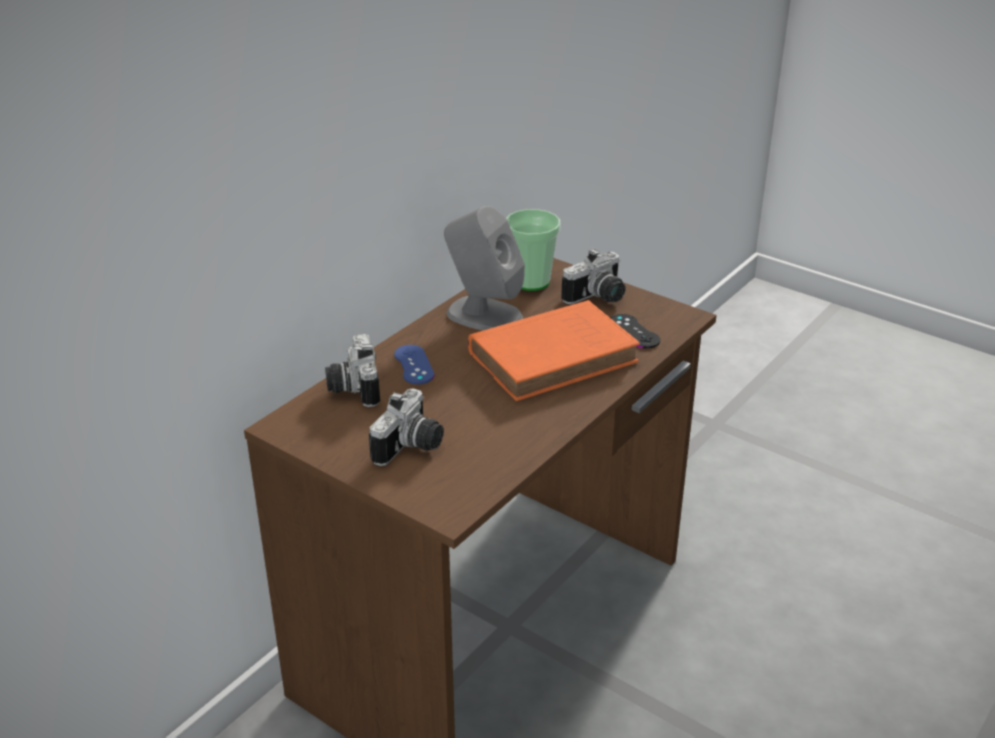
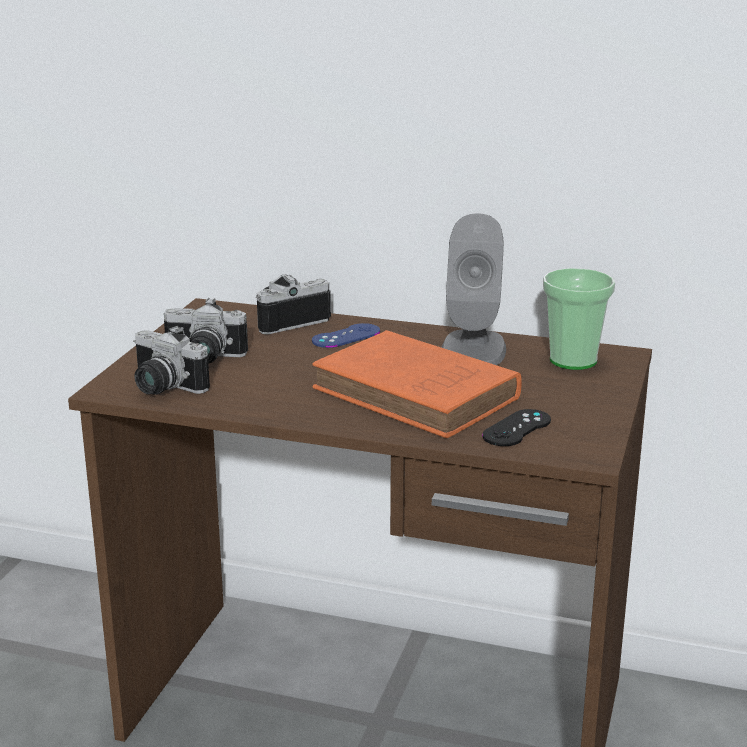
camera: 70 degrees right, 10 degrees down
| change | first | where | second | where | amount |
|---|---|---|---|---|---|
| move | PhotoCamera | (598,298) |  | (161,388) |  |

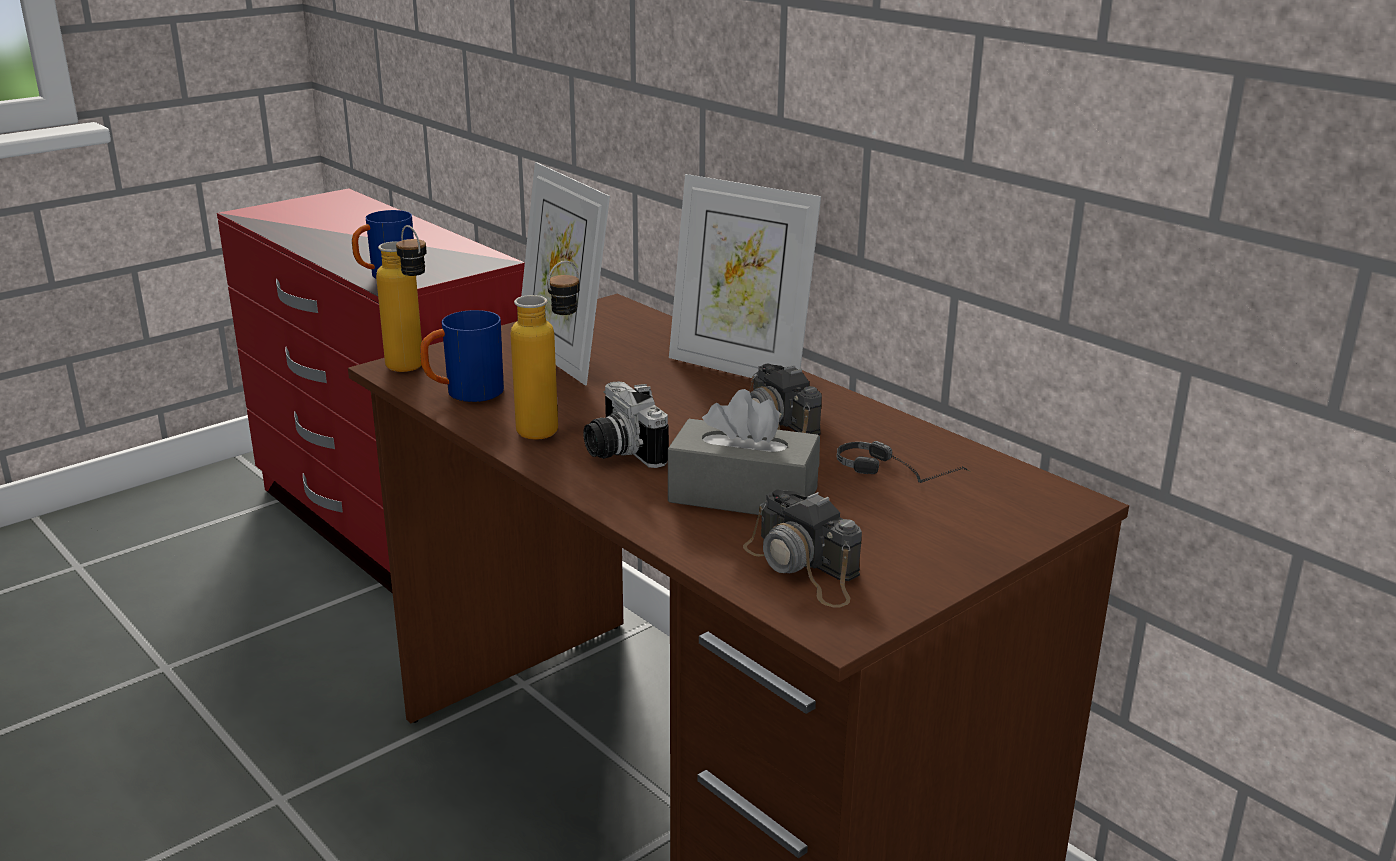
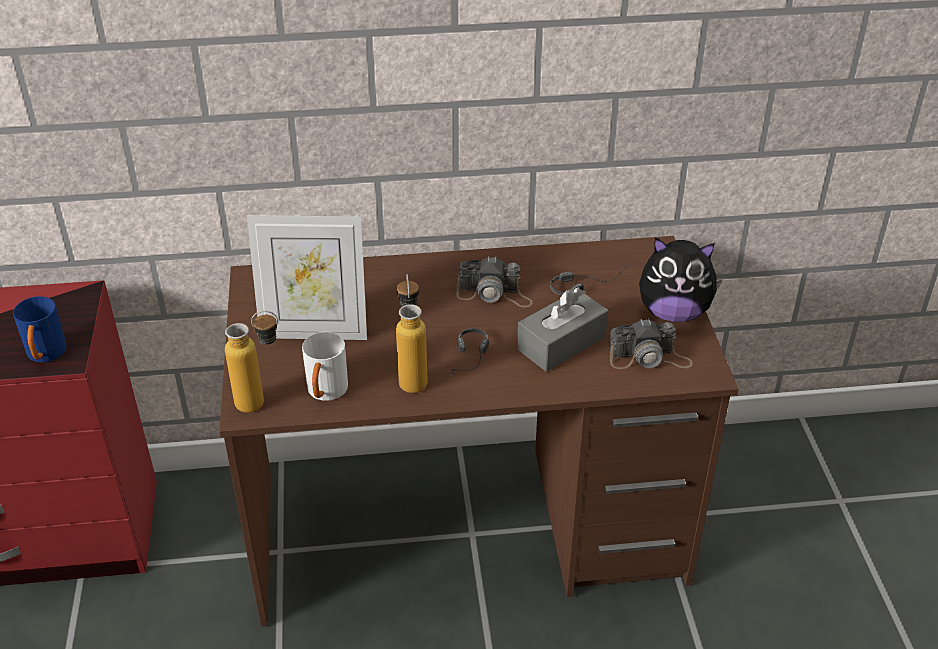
camera: 55 degrees left, 15 degrees up
| change | first | where | second | where | amount |
|---|---|---|---|---|---|
| delete | PictureFrame | (739,368) |  |  |  |
| insert |  |  | PlushToy | (673,312) |  |
| replace | PhotoCamera | (618,451) | Headphones | (470,364) |  |
| recolor | BlueMug | (464,394) | WhiteMug | (325,393) |  |

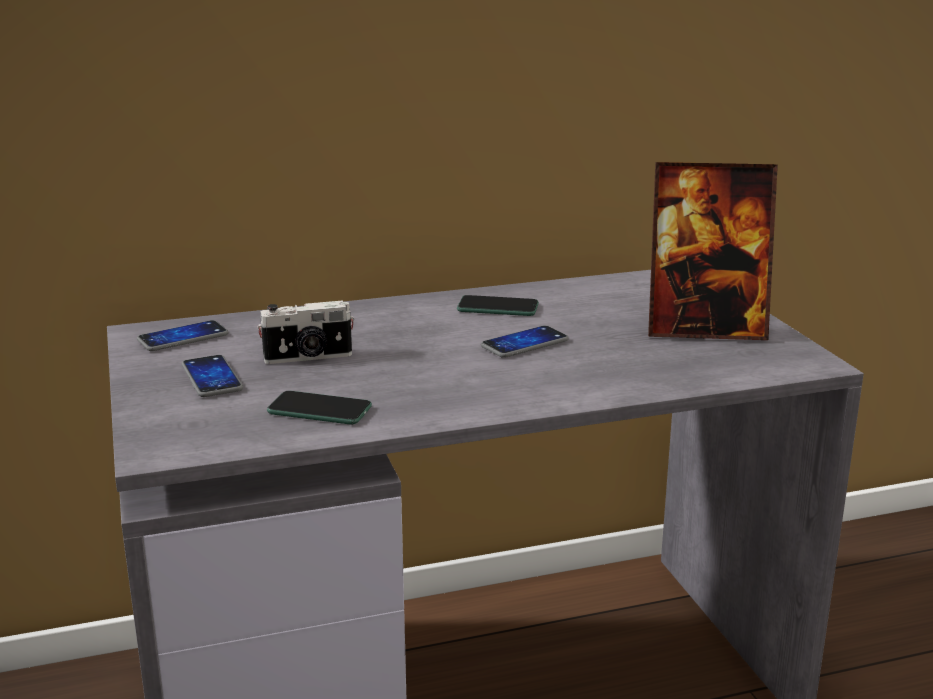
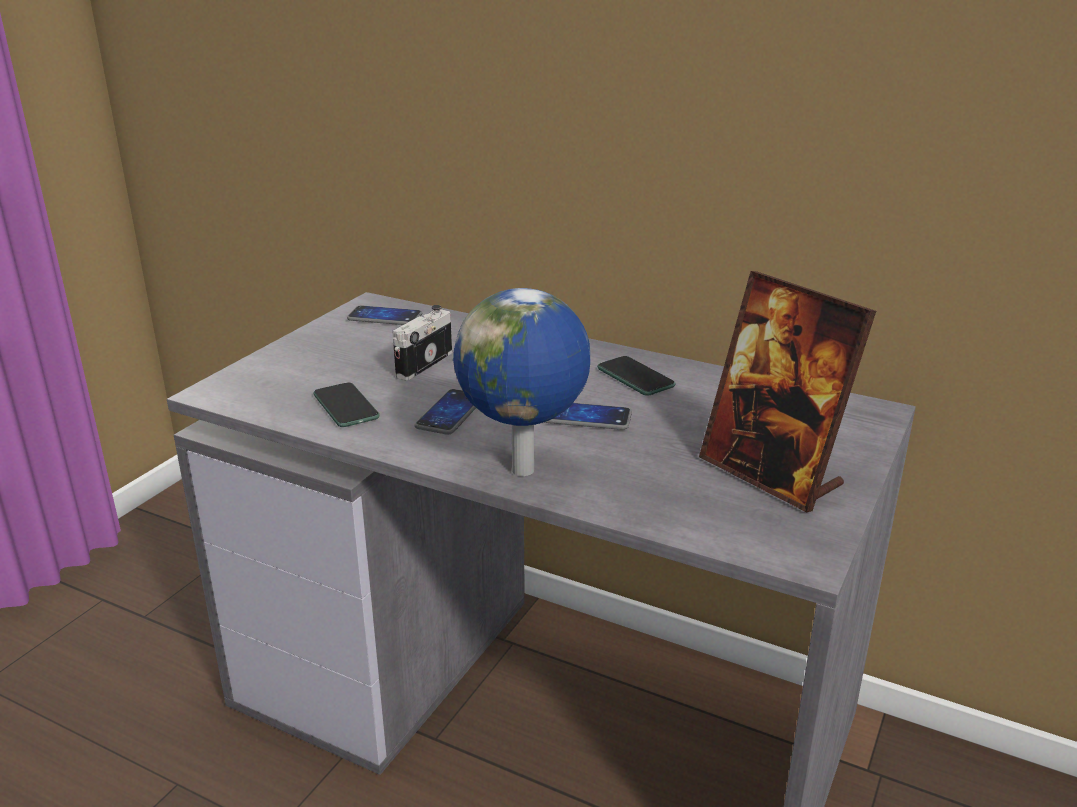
camera: 45 degrees right, 5 degrees up
| change | first | where | second | where | amount |
|---|---|---|---|---|---|
| insert |  |  | Globe | (525,471) |  |
| move | Phone | (211,378) |  | (450,413) |  |
| rotate | PhotoCamera | (308,357) |  | (422,363) | 90 degrees clockwise |

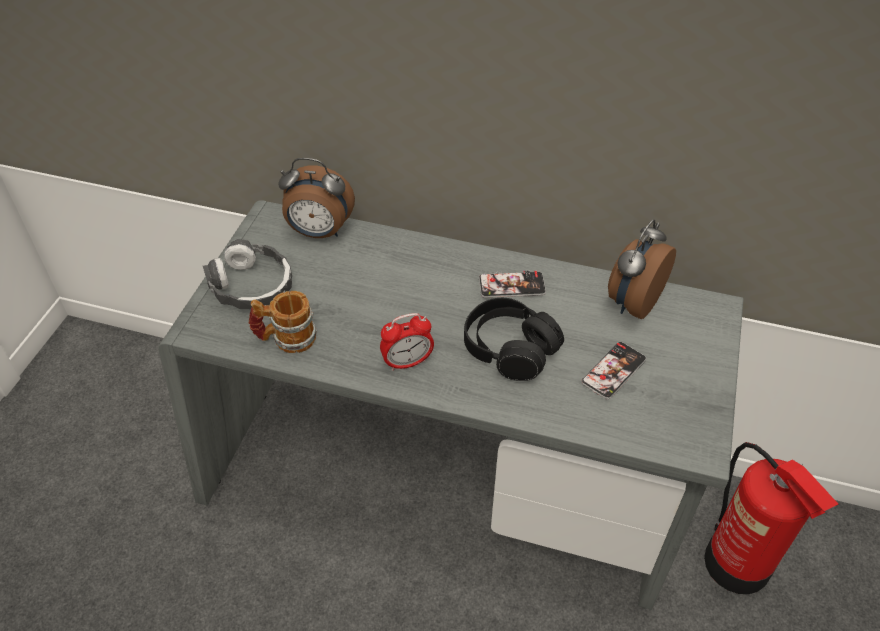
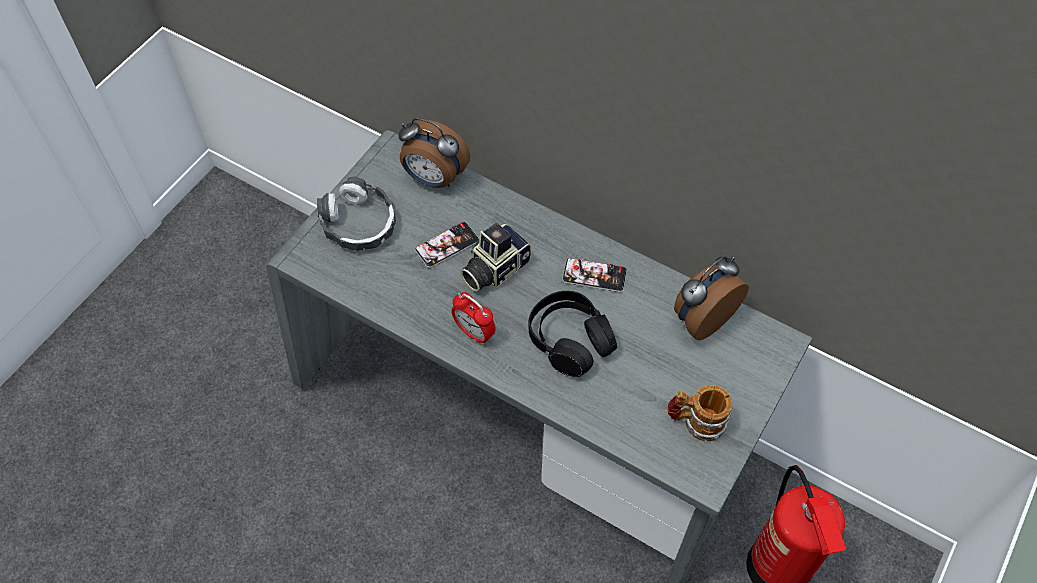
camera: 15 degrees right, 10 degrees up
| change | first | where | second | where | amount |
|---|---|---|---|---|---|
| insert |  |  | PhotoCamera | (493,268) |  |
| move | Mug | (286,339) |  | (695,422) |  |
| move | Phone | (613,371) |  | (447,245) |  |
| rotate | AlarmClock | (407,362) |  | (474,332) | 45 degrees clockwise |

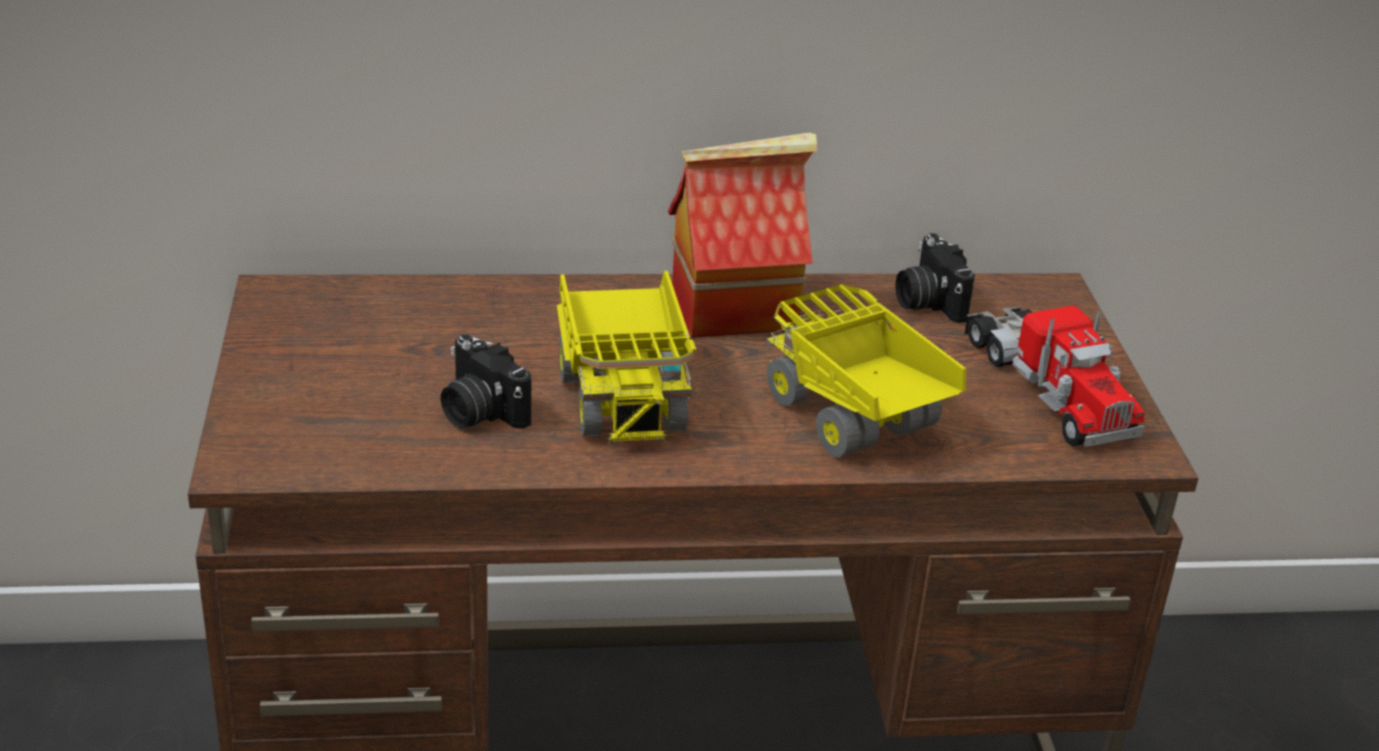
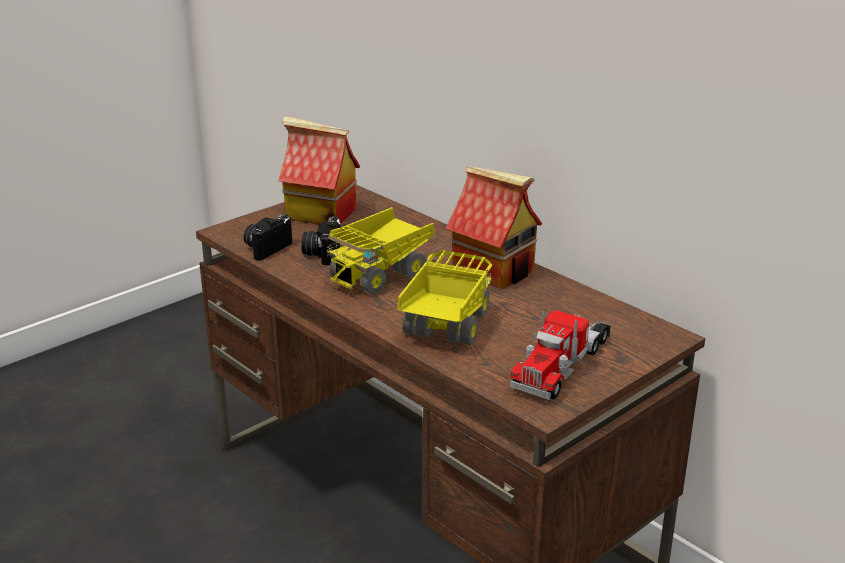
camera: 55 degrees right, 5 degrees down
| change | first | where | second | where | amount |
|---|---|---|---|---|---|
| insert |  |  | ToyHouse | (319,214) |  |
| move | PhotoCamera | (927,302) |  | (266,248) |  |

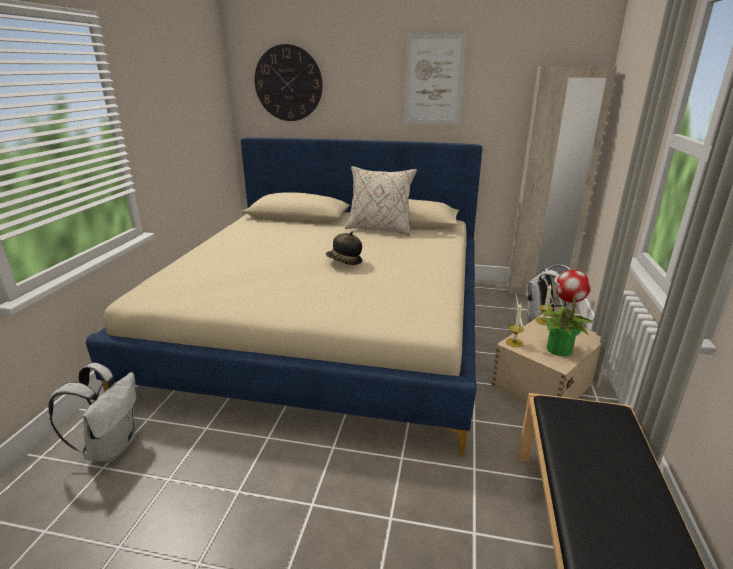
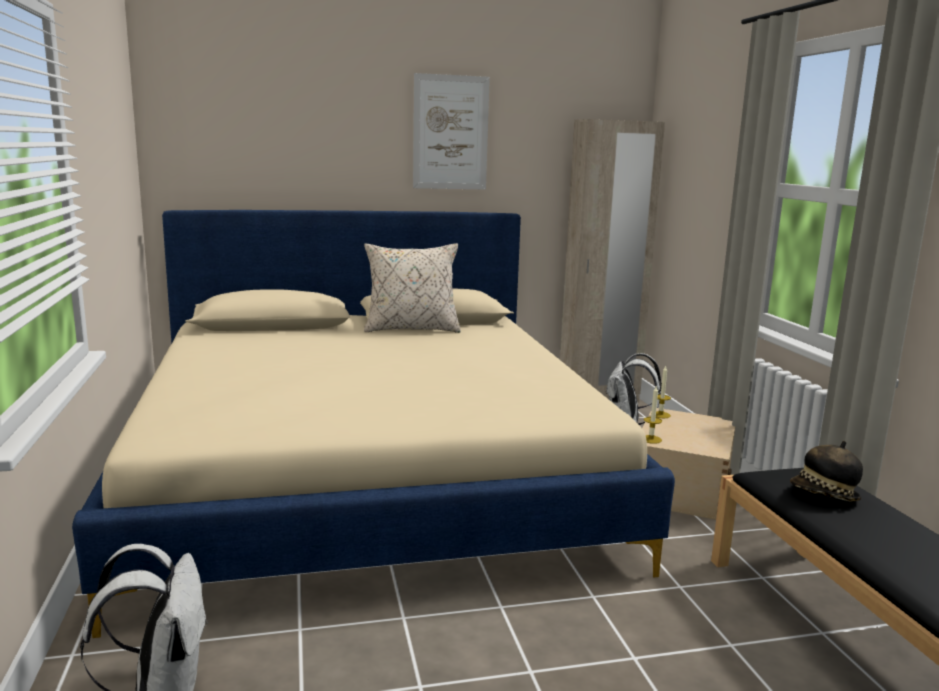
camera: 25 degrees left, 10 degrees down
| change | first | where | second | where | amount |
|---|---|---|---|---|---|
| delete | WallClock | (288,83) |  |  |  |
| delete | PottedPlant | (558,349) |  |  |  |
| move | Hat | (344,261) |  | (824,496) |  |

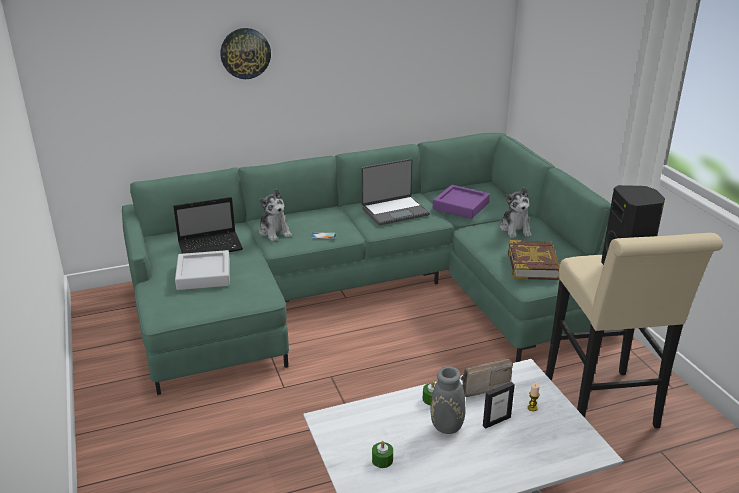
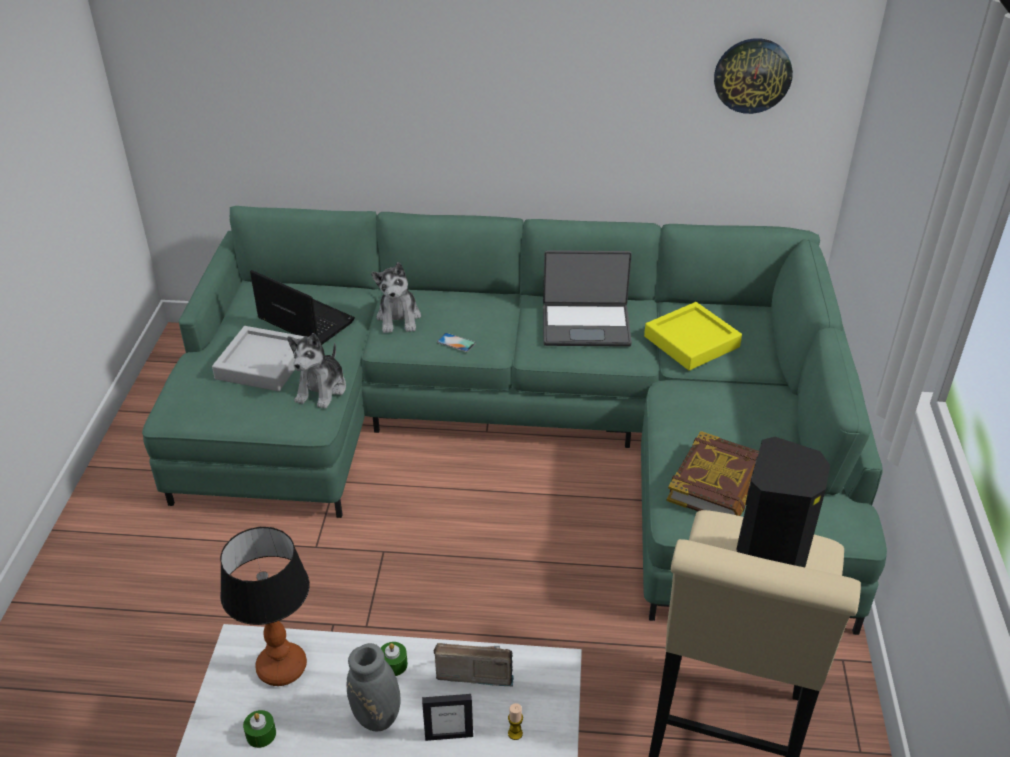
camera: 25 degrees right, 10 degrees up
| change | first | where | second | where | amount |
|---|---|---|---|---|---|
| insert |  |  | TableLamp | (282,668) |  |
| move | WallClock | (245,53) |  | (752,75) |  |
| move | PlushToy | (515,229) |  | (322,389) |  |
| recolor | PurpleTray | (461,206) | YellowTray | (691,342) |  |
| rotate | Laptop | (211,246) |  | (304,320) | 150 degrees counterclockwise |

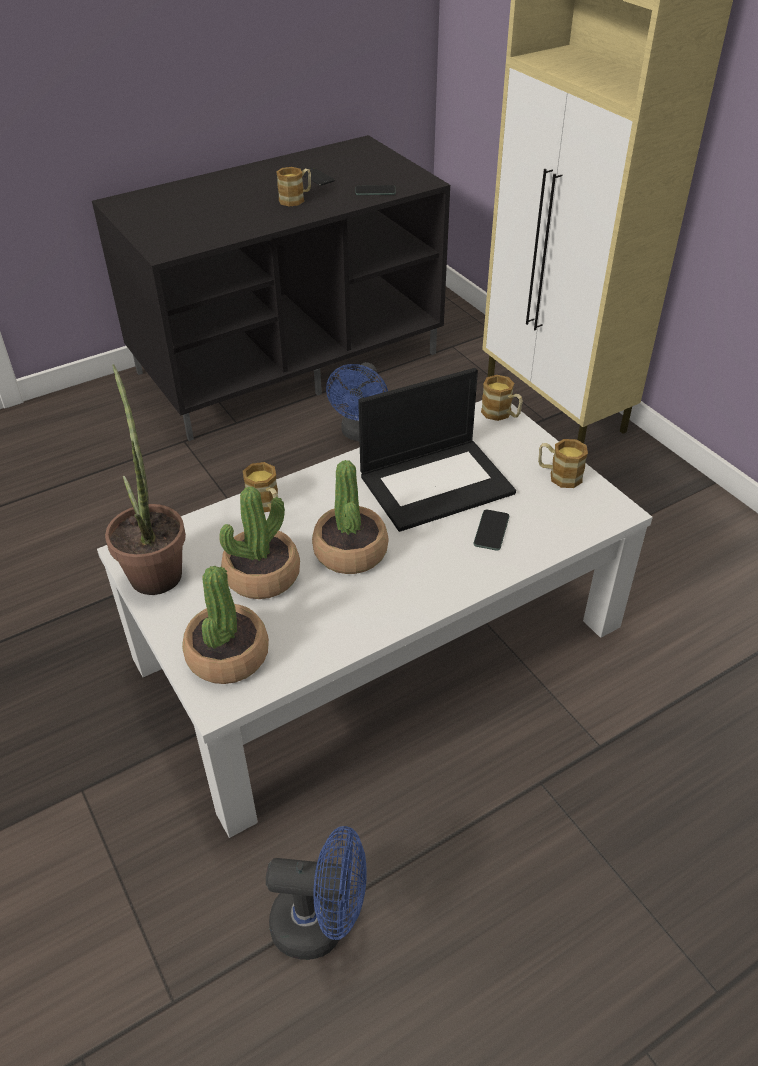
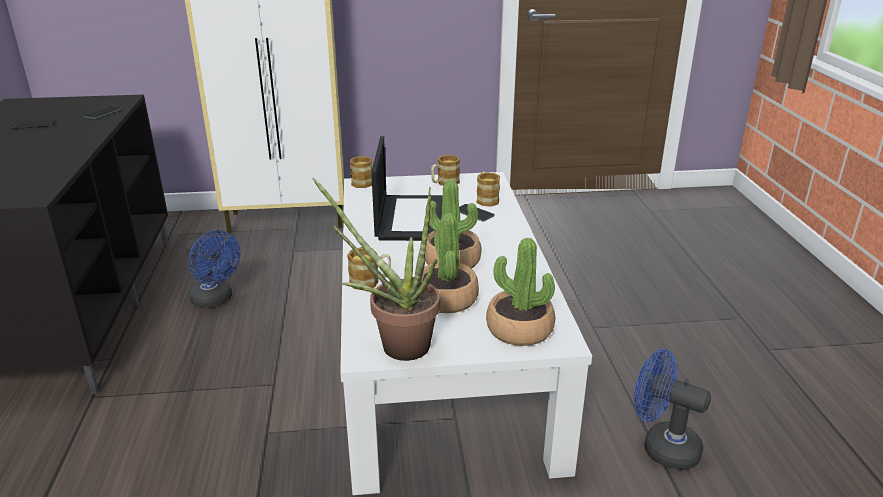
camera: 65 degrees left, 15 degrees down
| change | first | where | second | where | amount |
|---|---|---|---|---|---|
| move | Mug | (296,199) |  | (486,199) |  |
| rotate | BlueFan | (321,923) |  | (662,446) | 90 degrees counterclockwise |

